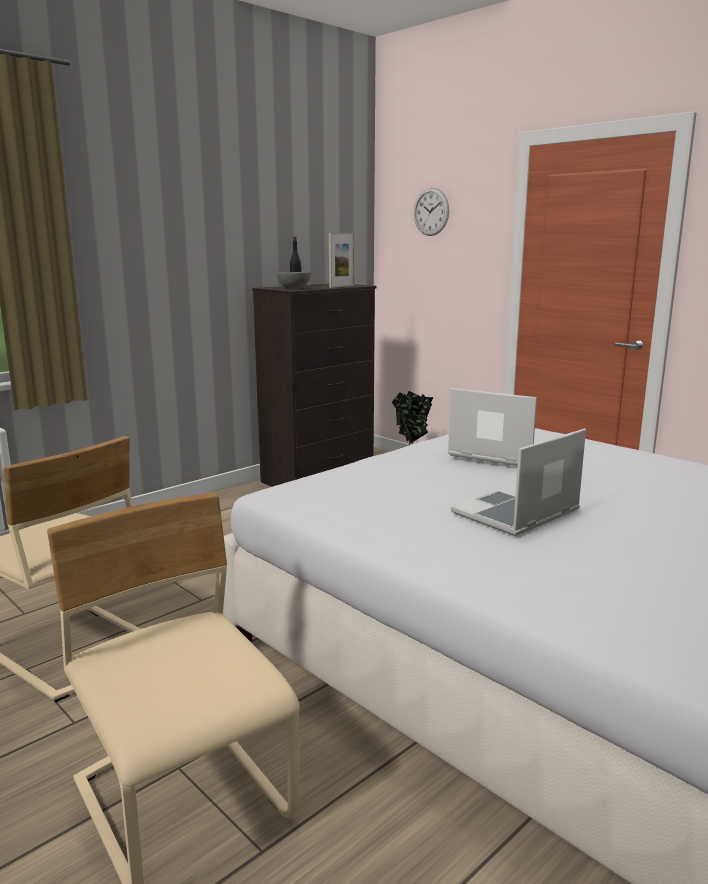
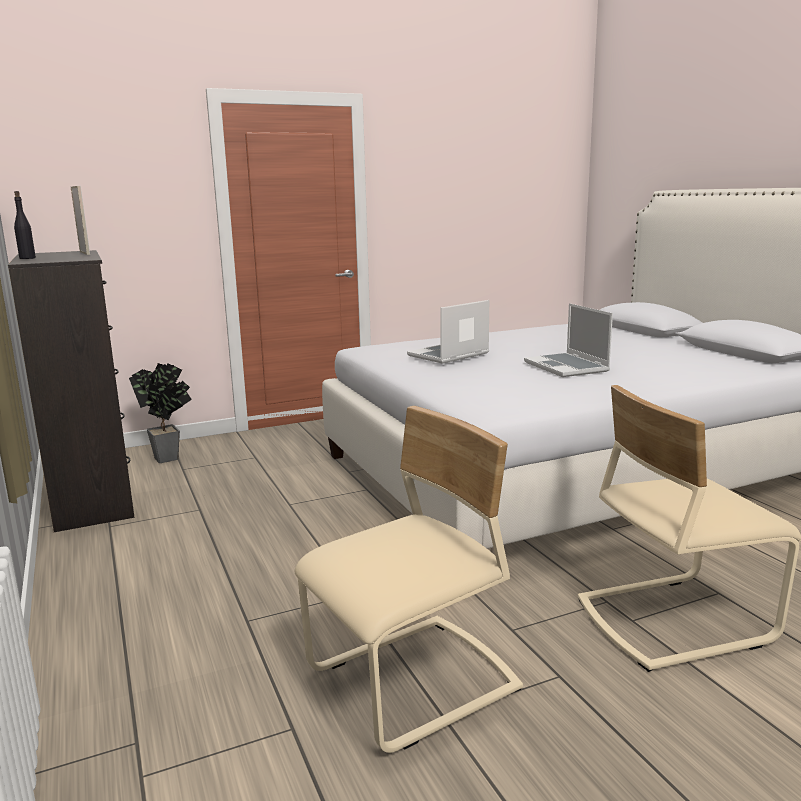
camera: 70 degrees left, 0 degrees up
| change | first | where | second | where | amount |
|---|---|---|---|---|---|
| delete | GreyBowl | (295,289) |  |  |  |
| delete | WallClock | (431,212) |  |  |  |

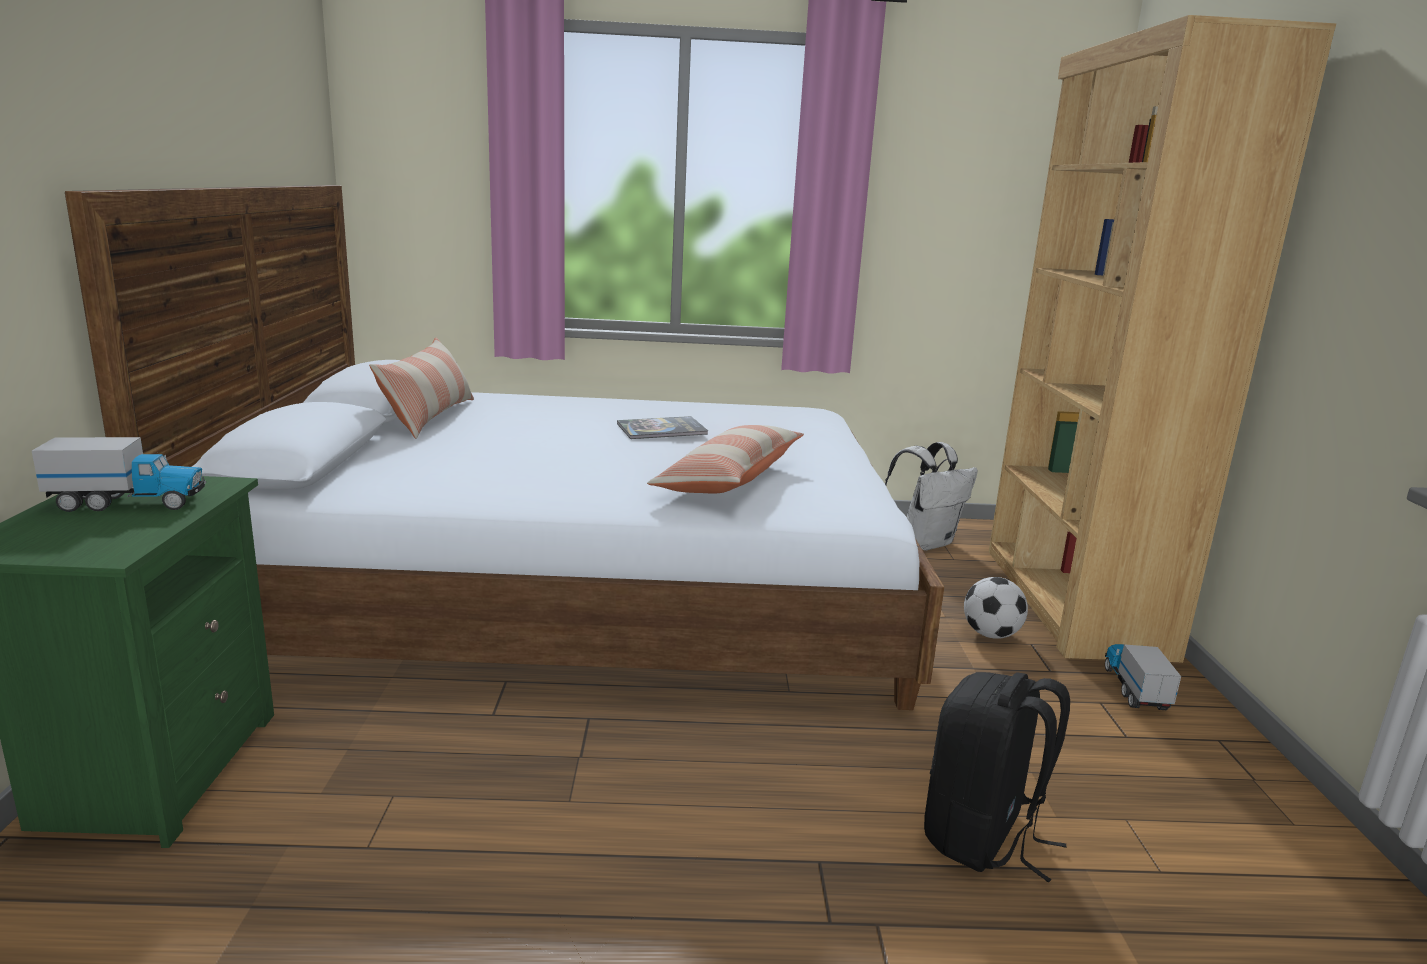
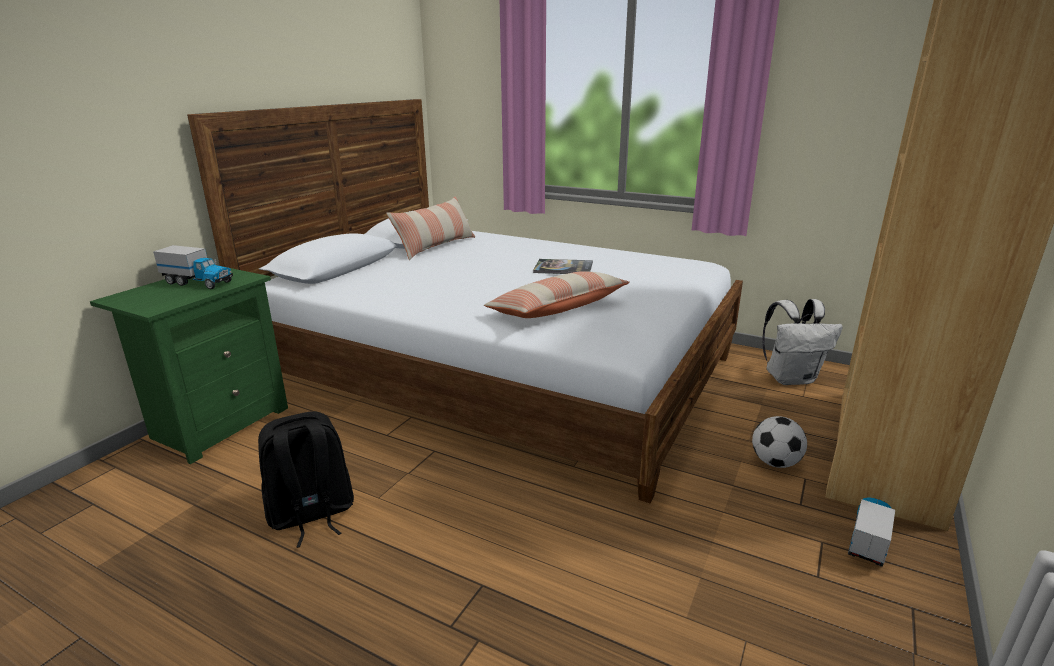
camera: 30 degrees right, 5 degrees up
| change | first | where | second | where | amount |
|---|---|---|---|---|---|
| move | BlackBackpack | (983,838) |  | (311,515) |  |

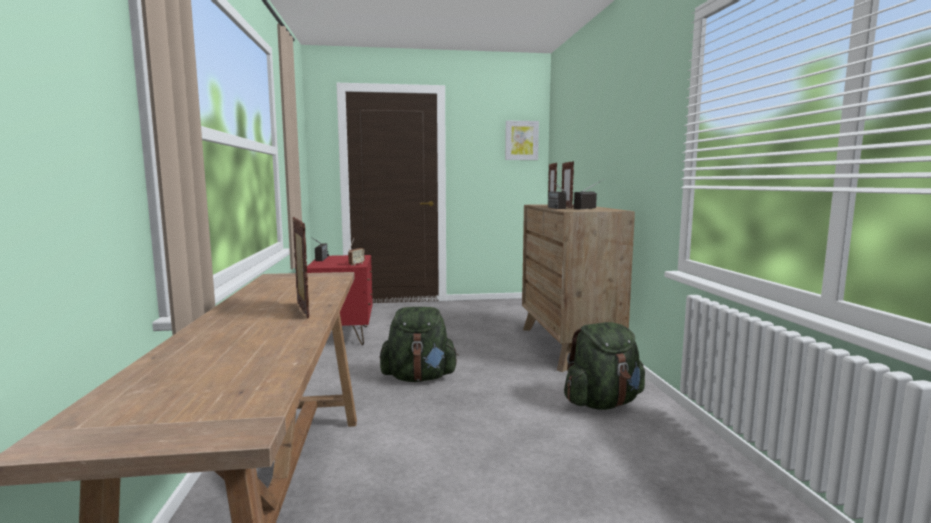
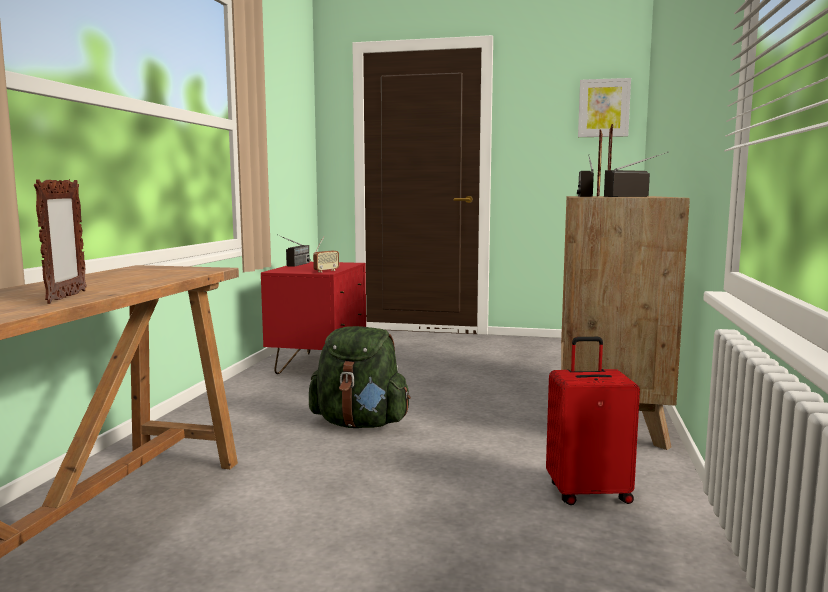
camera: 20 degrees right, 0 degrees up
| change | first | where | second | where | amount |
|---|---|---|---|---|---|
| replace | GreenBackpack | (603,403) | RedSuitcase | (588,493) |  |

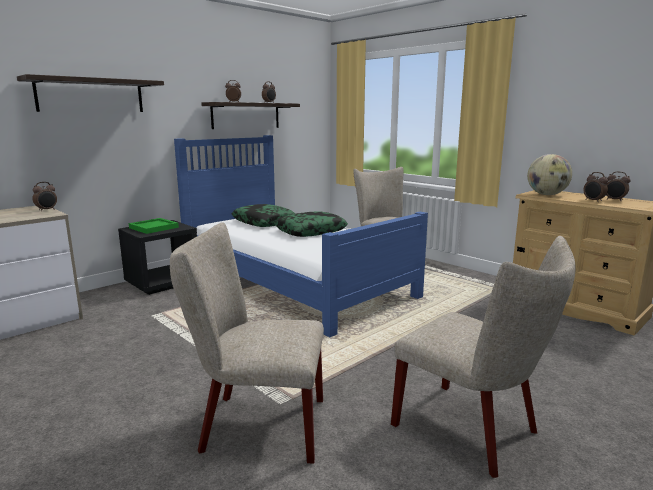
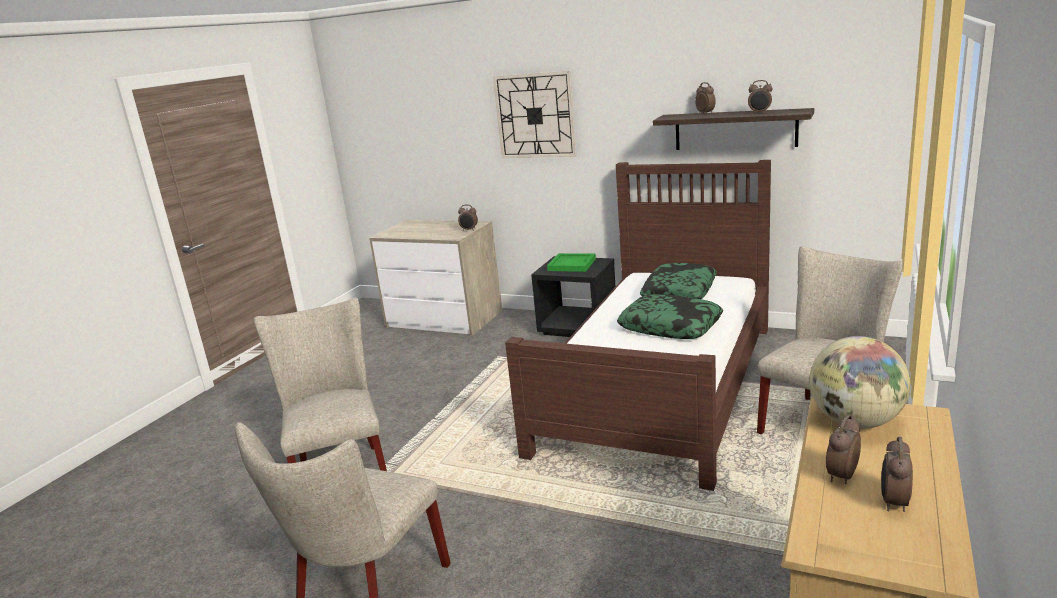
camera: 70 degrees right, 5 degrees up
| change | first | where | second | where | amount |
|---|---|---|---|---|---|
| replace | Shelf | (91,95) | WallClock | (535,115) |  |
| recolor | BlueBed | (293,282) | BrownBed | (661,385) |  |

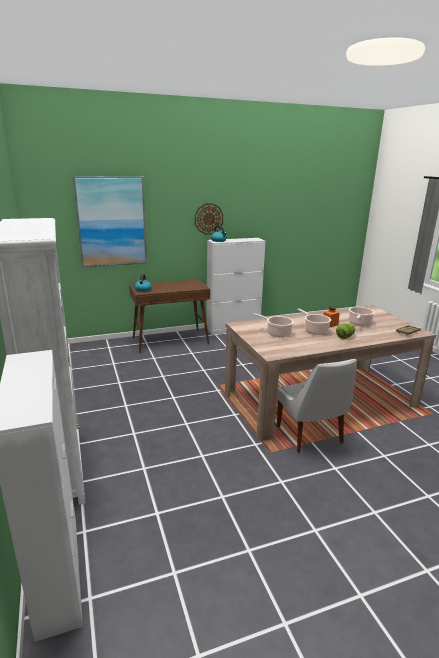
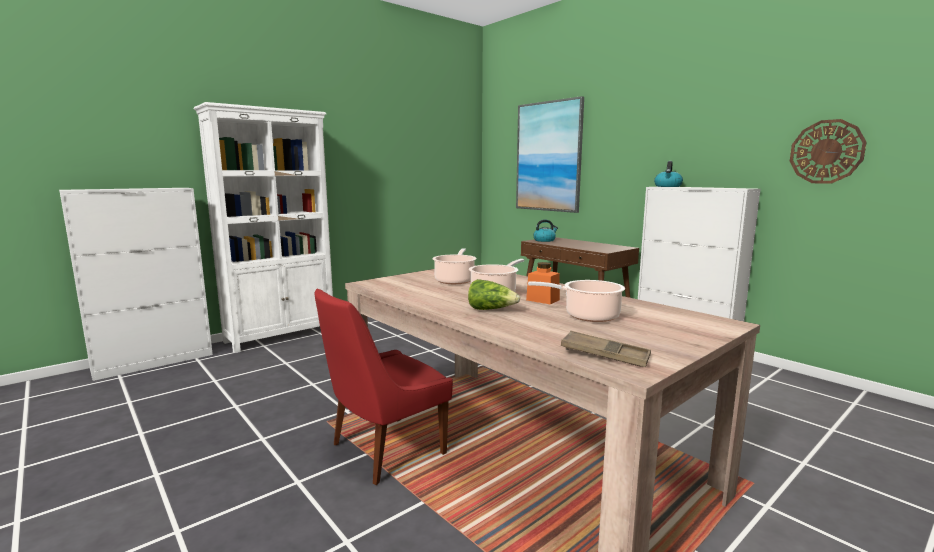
camera: 70 degrees right, 10 degrees down
| change | first | where | second | where | amount |
|---|---|---|---|---|---|
| move | WallClock | (208,219) |  | (826,152) |  |
| recolor | WhiteChair | (310,436) | RedChair | (384,450) |  |

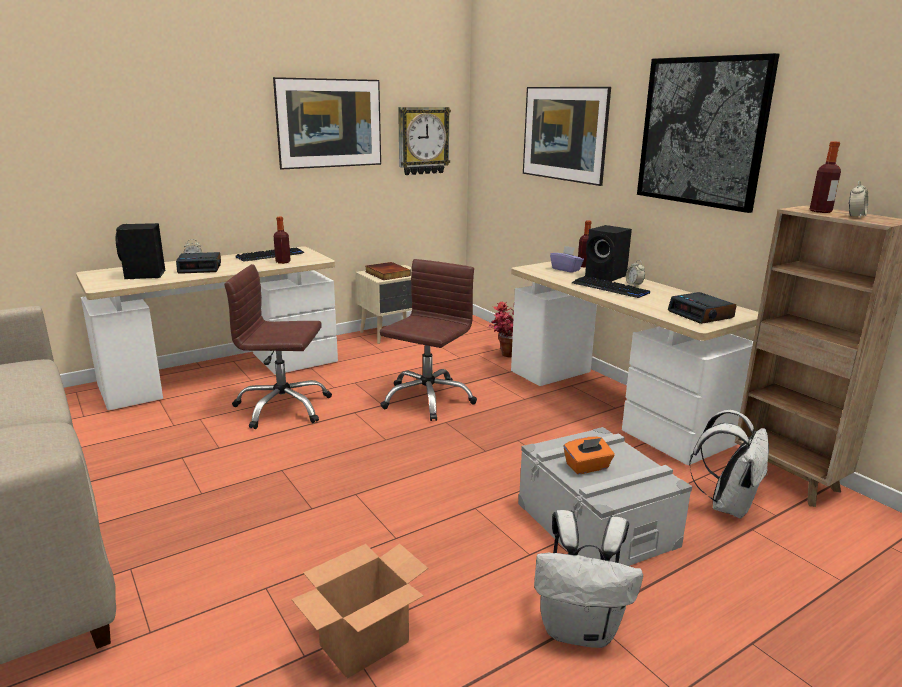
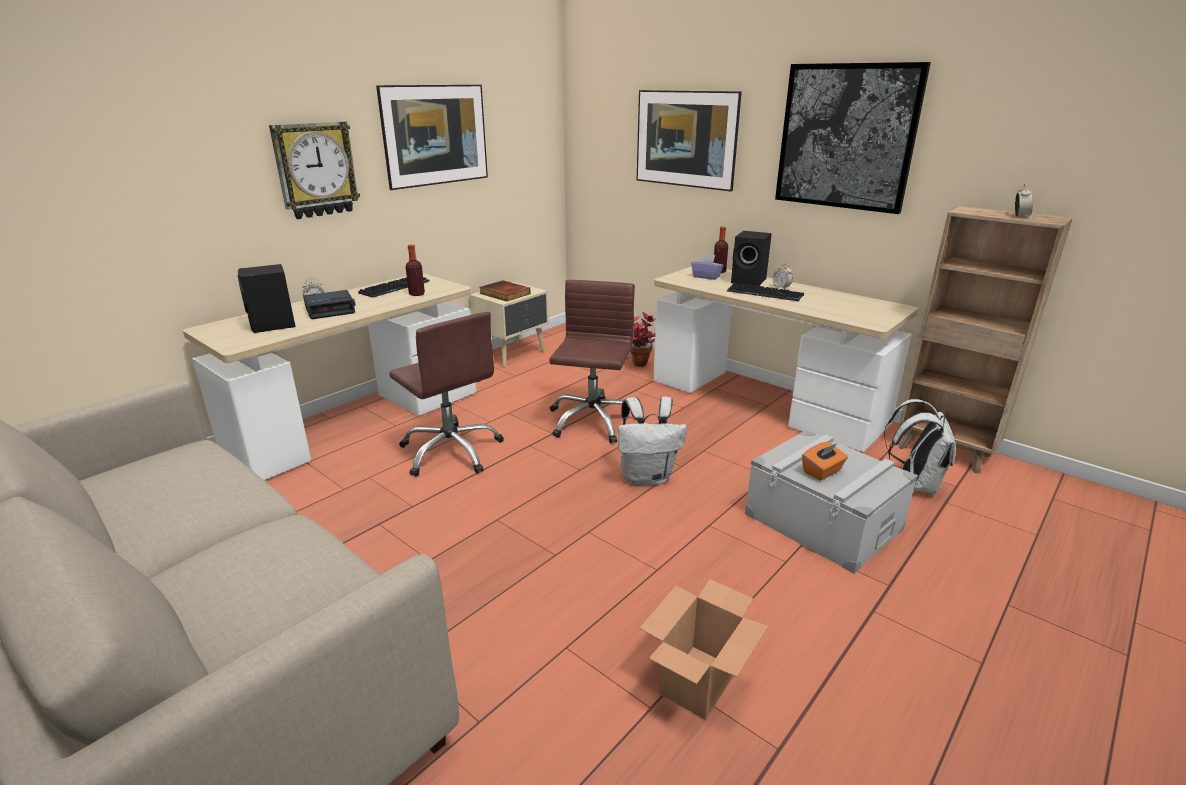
camera: 15 degrees left, 5 degrees up
| change | first | where | second | where | amount |
|---|---|---|---|---|---|
| delete | AlarmClock | (701,314) |  |  |  |
| delete | Bottle | (820,211) |  |  |  |
| move | WallClock | (423,141) |  | (315,170) |  |
| move | WhiteBackpack | (580,629) |  | (647,477) |  |
| rotate | BrownOfficeChair | (282,407) |  | (451,451) | 120 degrees counterclockwise |

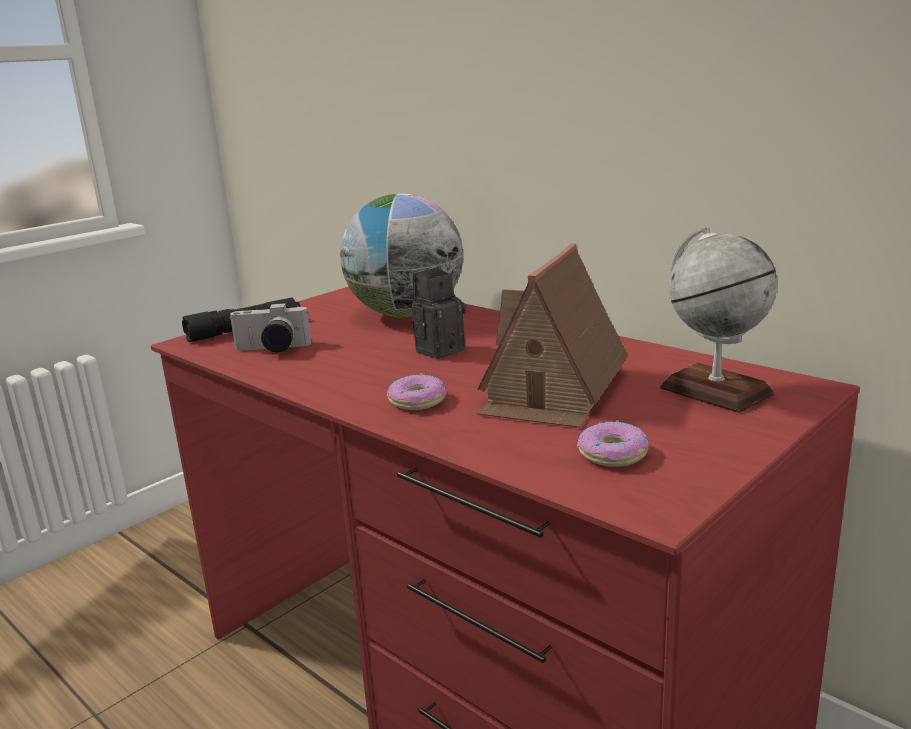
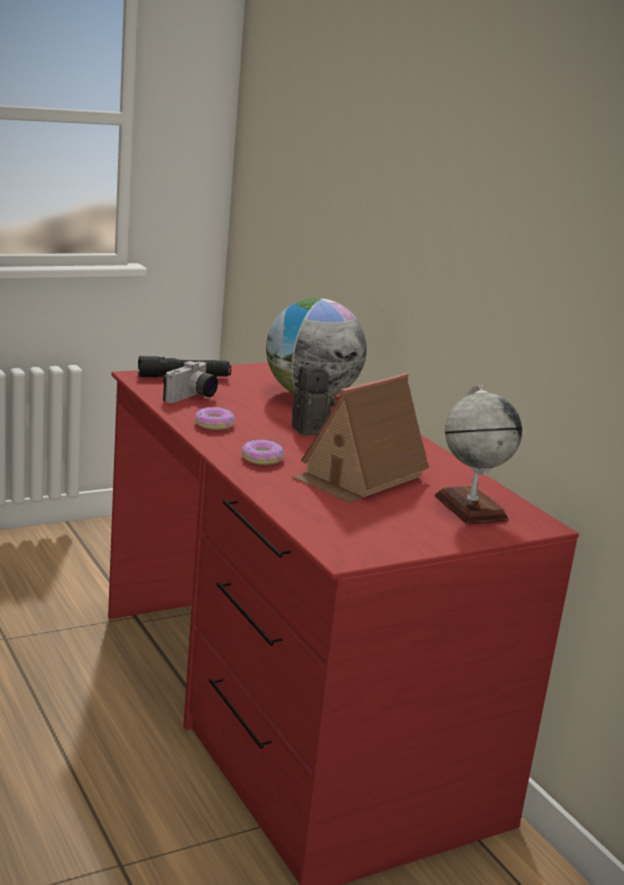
camera: 15 degrees right, 0 degrees up
| change | first | where | second | where | amount |
|---|---|---|---|---|---|
| move | Donut | (613,454) |  | (214,425) |  |
| rotate | PhotoCamera | (271,350) |  | (192,397) | 75 degrees counterclockwise |

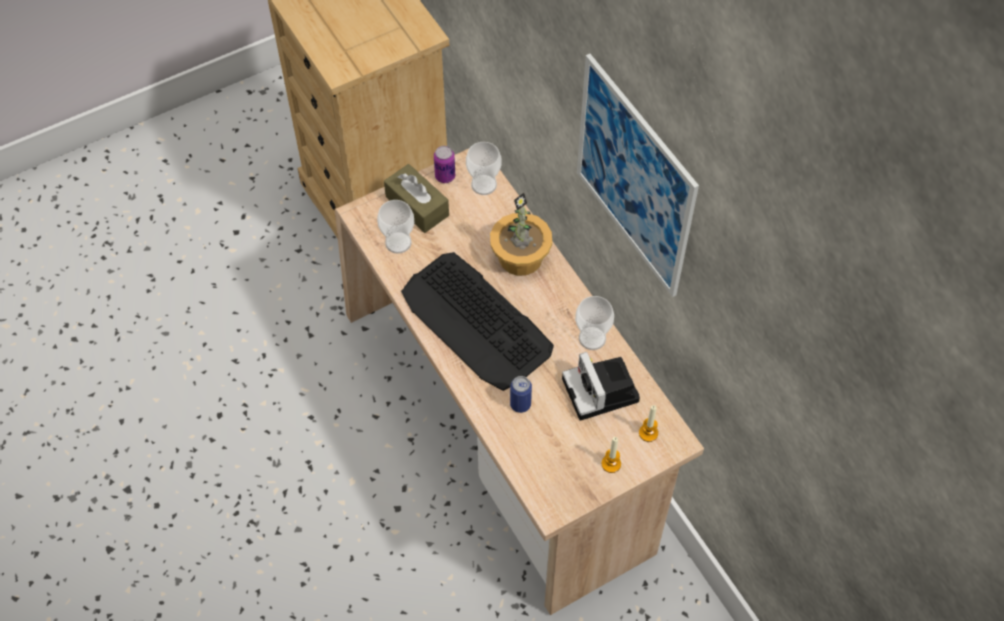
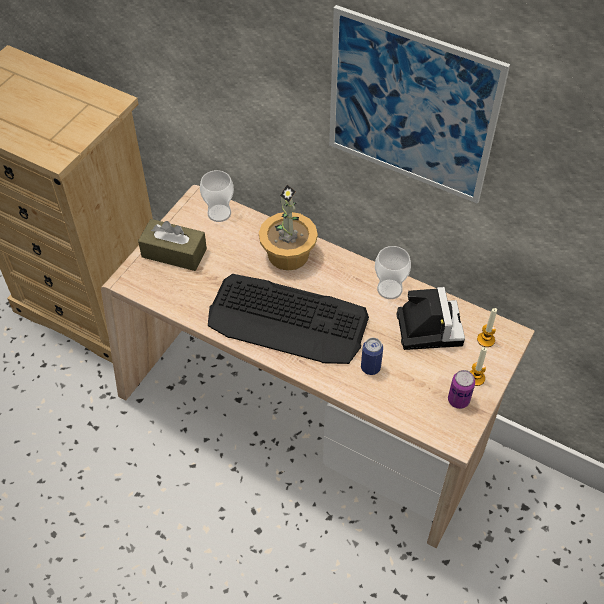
camera: 30 degrees left, 5 degrees down
| change | first | where | second | where | amount |
|---|---|---|---|---|---|
| delete | Cup | (398,242) |  |  |  |
| move | Can | (445,176) |  | (458,400) |  |
| rotate | PhotoCamera | (602,392) |  | (428,326) | 135 degrees counterclockwise |

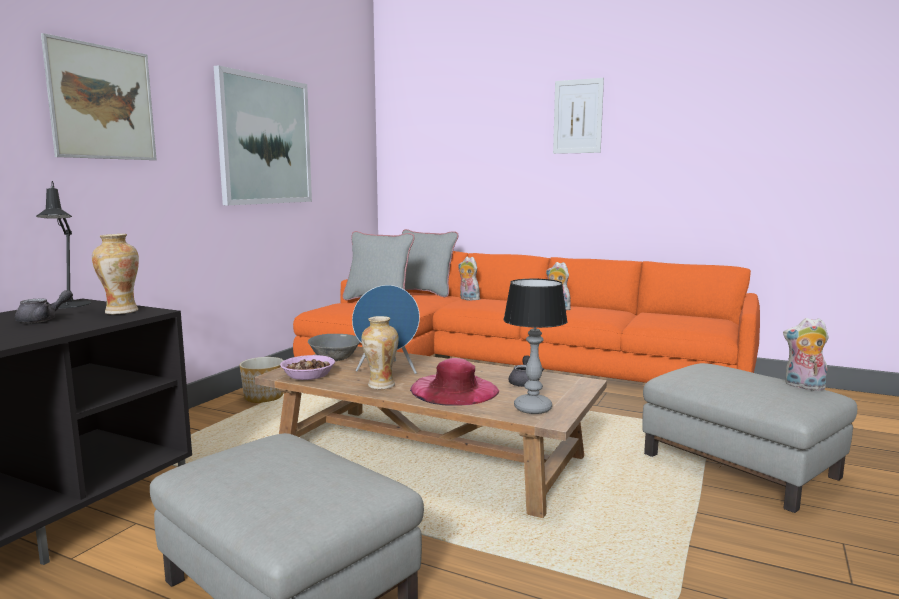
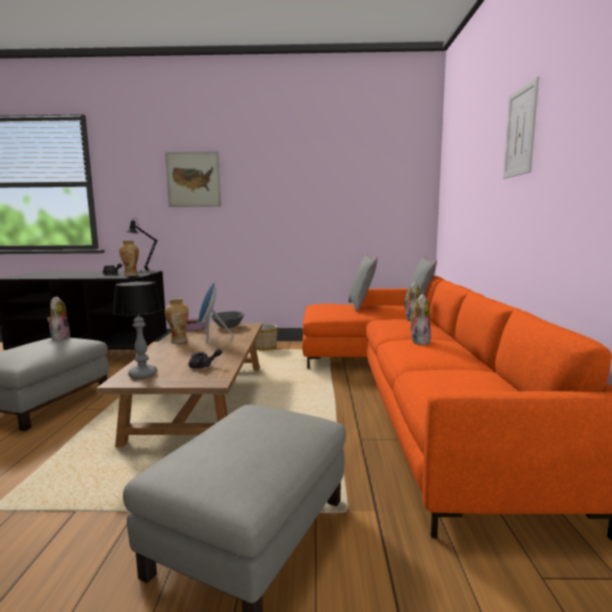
camera: 65 degrees right, 0 degrees up
| change | first | where | second | where | amount |
|---|---|---|---|---|---|
| delete | Picture | (265,140) |  |  |  |
| delete | PinkHat | (454,390) |  |  |  |
| move | PlushToy | (803,387) |  | (59,337) |  |

